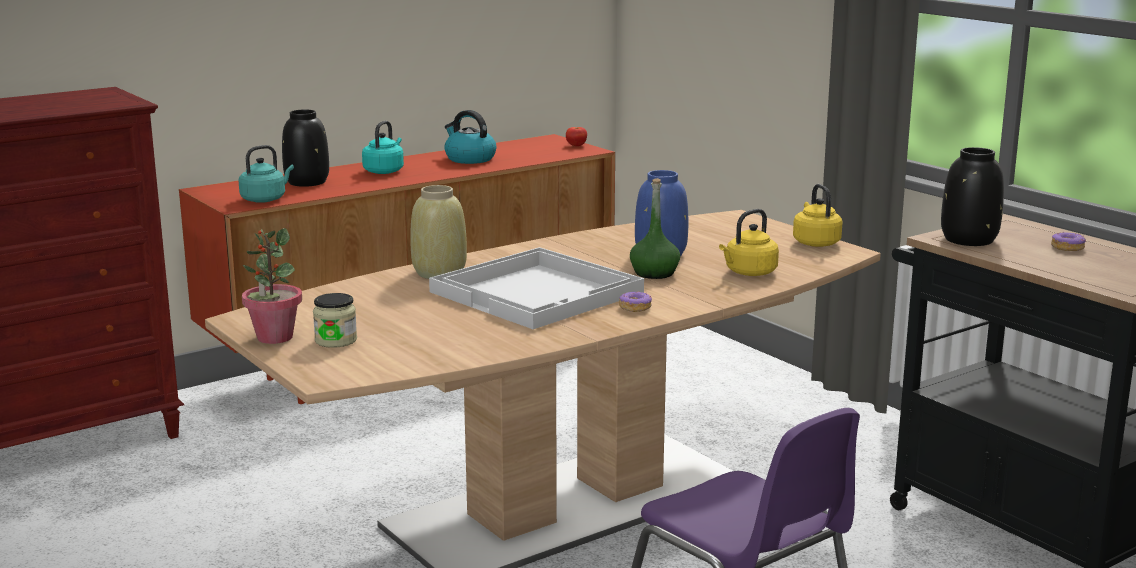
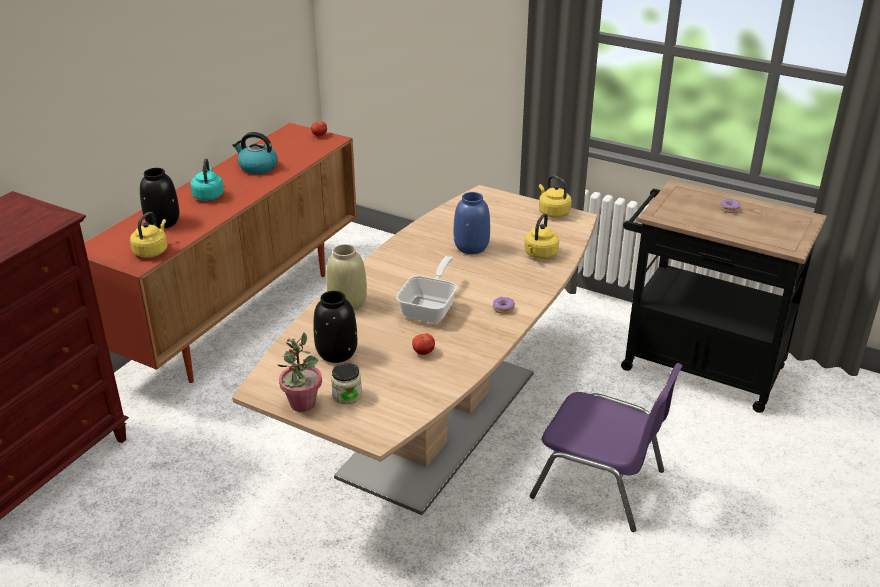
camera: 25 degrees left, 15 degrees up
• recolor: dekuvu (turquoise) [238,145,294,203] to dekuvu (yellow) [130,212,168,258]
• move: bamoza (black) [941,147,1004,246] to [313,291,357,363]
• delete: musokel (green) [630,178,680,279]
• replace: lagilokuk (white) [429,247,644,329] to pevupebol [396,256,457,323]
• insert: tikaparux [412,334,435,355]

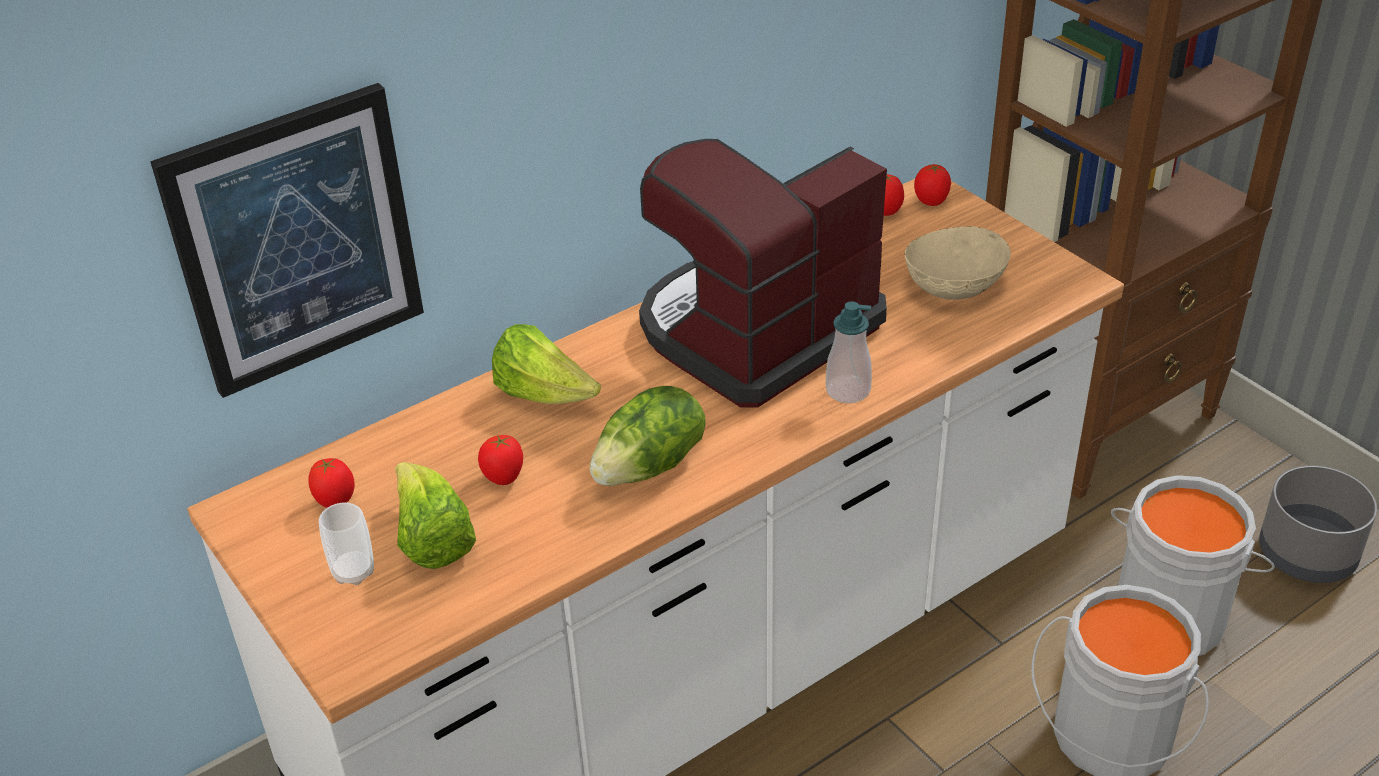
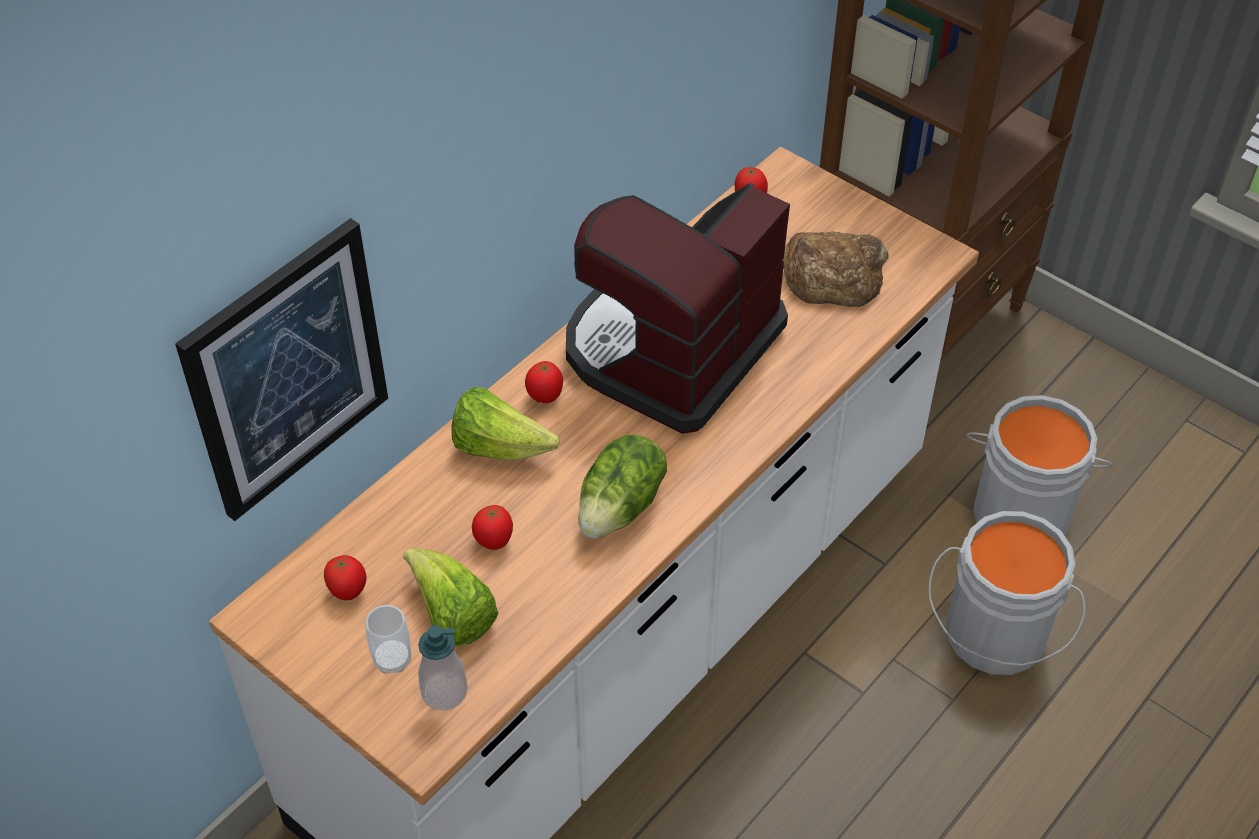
camera: 15 degrees left, 10 degrees up
• move: tikaparux [914,164,951,206] to [525,361,563,403]
• replace: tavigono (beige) [904,226,1011,300] to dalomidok [783,232,889,307]
• move: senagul [826,301,872,403] to [418,625,468,710]
• delete: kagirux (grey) [1259,465,1377,583]

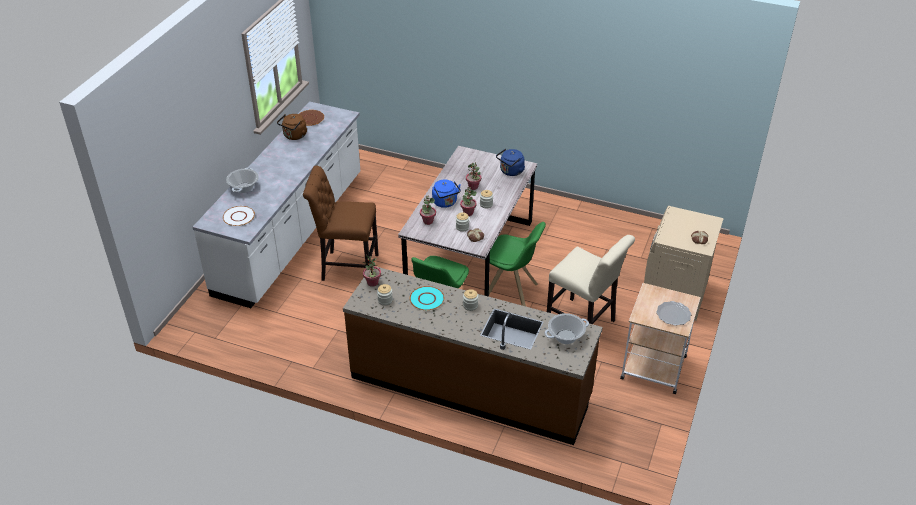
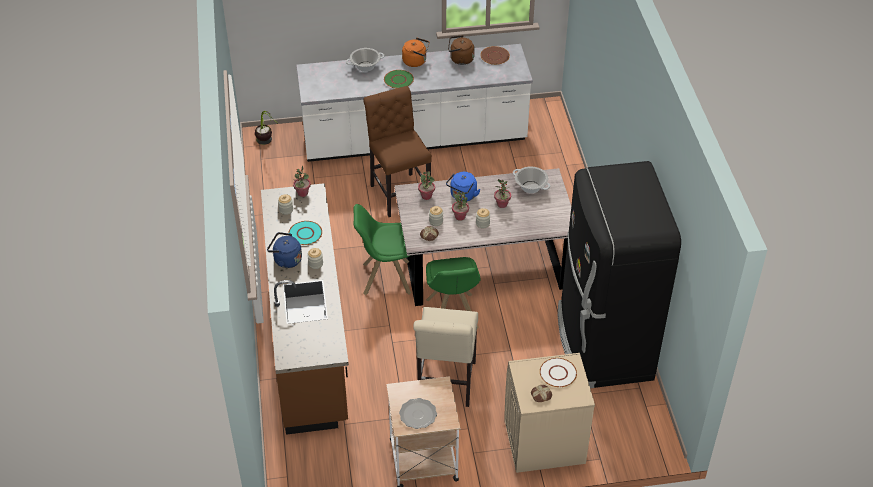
camera: 60 degrees right, 5 degrees up
• move: dekuvu (blue) [496,149,525,176] to [267,232,302,268]
• move: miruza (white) [223,206,255,226] to [540,358,577,387]
• move: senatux [544,313,589,344] to [513,167,550,193]
• insert: dekuvu (orange) [402,38,430,67]
• insert: miruza (green) [384,70,414,89]
• insert: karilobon [255,111,279,145]
• insert: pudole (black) [558,161,681,388]

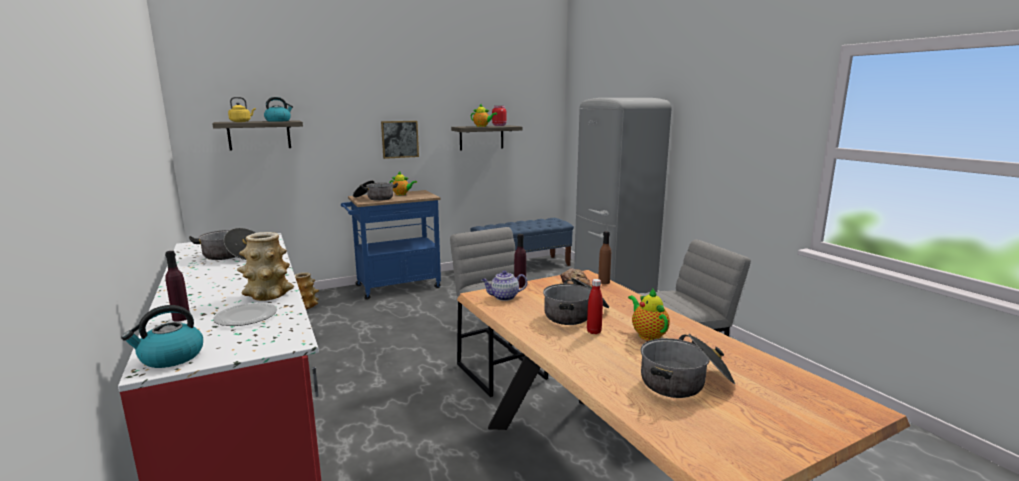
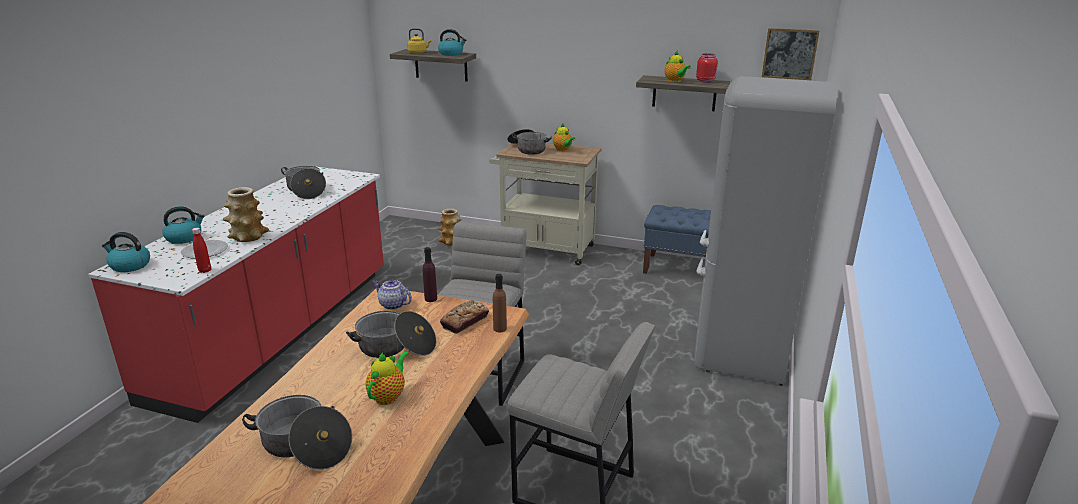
camera: 45 degrees right, 10 degrees up
• move: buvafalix [381,121,419,159] to [762,28,819,80]
• recolor: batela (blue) [341,190,441,300] to batela (beige) [489,143,601,265]
• replace: musokel (purple) [165,251,190,322] to dekuvu [163,206,204,244]
• move: musokel (red) [587,279,603,334] to [192,228,211,273]

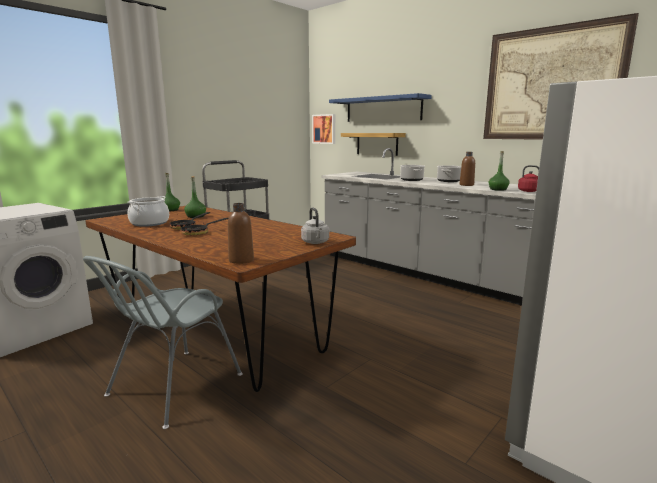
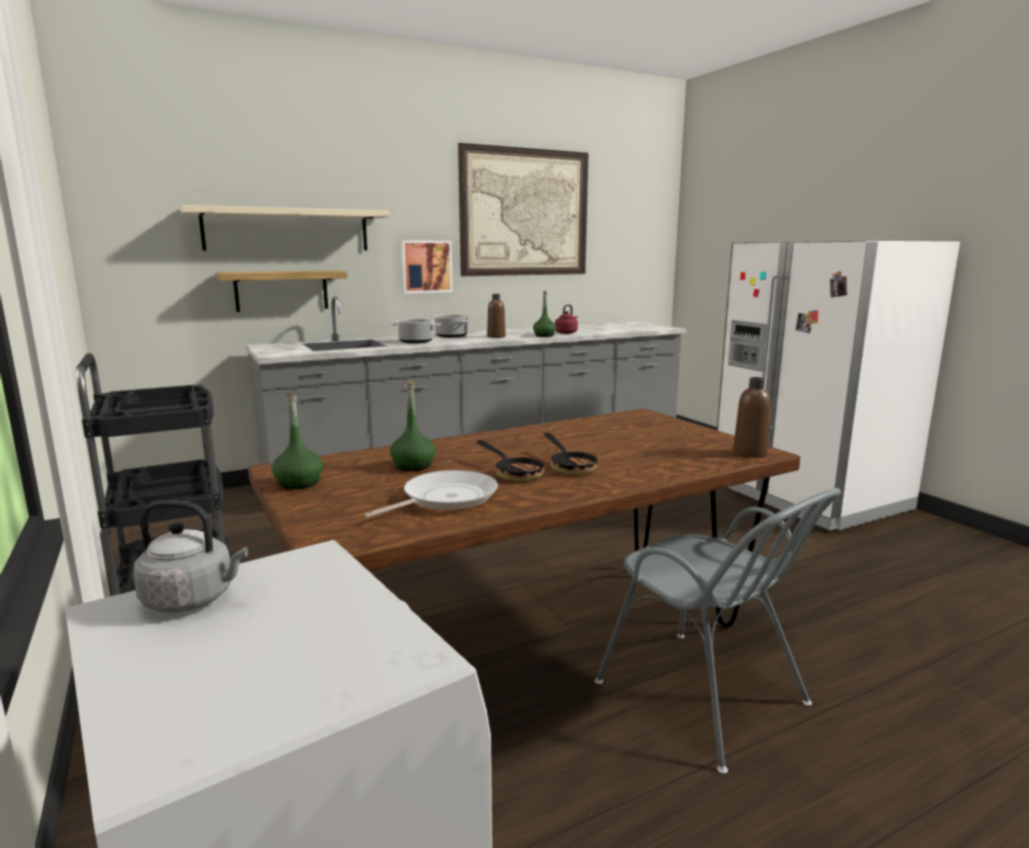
camera: 70 degrees left, 0 degrees up
• recolor: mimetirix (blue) [329,93,432,122] to mimetirix (beige) [181,205,390,250]
• move: buvafalix [312,114,335,144] to [400,240,453,294]
• replace: senatux [127,196,169,227] to pevupebol [364,470,498,518]
• move: dekuvu (grey) [301,207,329,244] to [133,500,248,613]

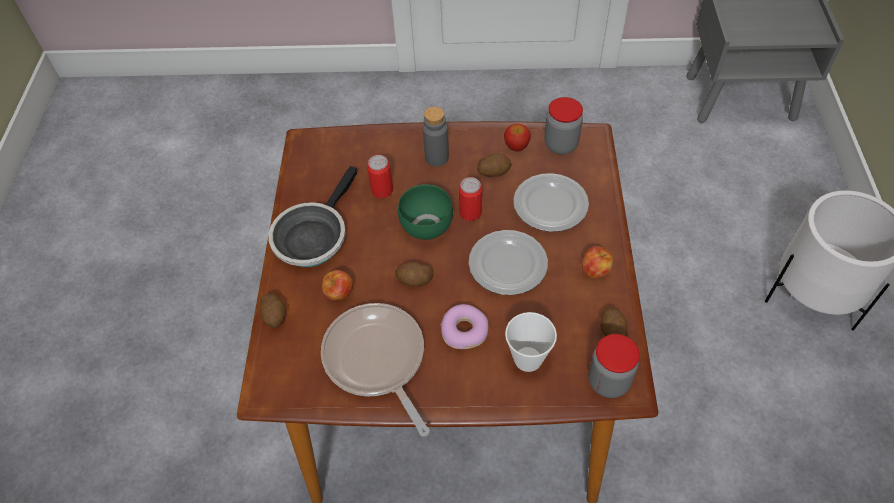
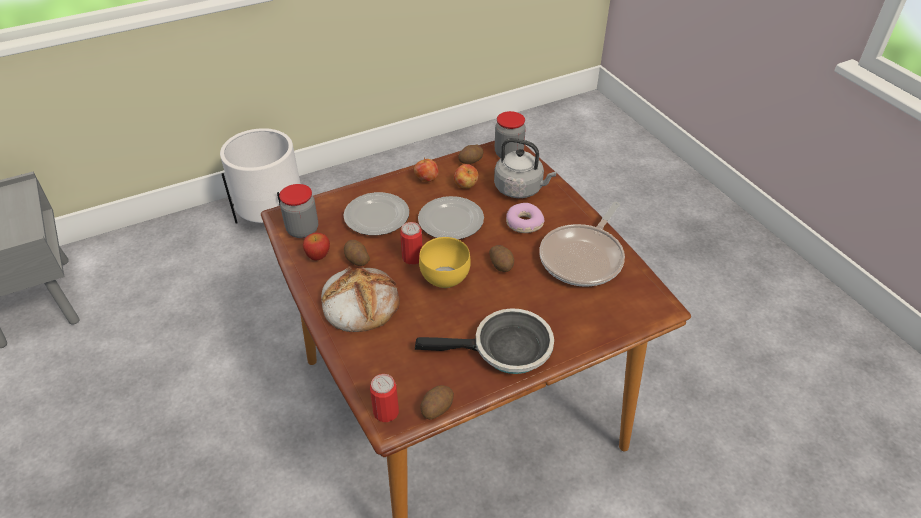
camera: 120 degrees left, 10 degrees down
• replace: musokel (grey) [423,107,449,167] to dalomidok [321,266,400,332]
• move: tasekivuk [367,155,393,198] to [370,374,399,422]
• recolor: tavigono (green) [398,184,453,240] to tavigono (yellow) [419,237,471,288]
• move: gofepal [322,270,353,300] to [454,164,479,189]
• move: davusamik [260,293,286,328] to [420,385,454,419]
• replace: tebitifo [505,312,557,372] to dekuvu (grey) [494,138,557,198]

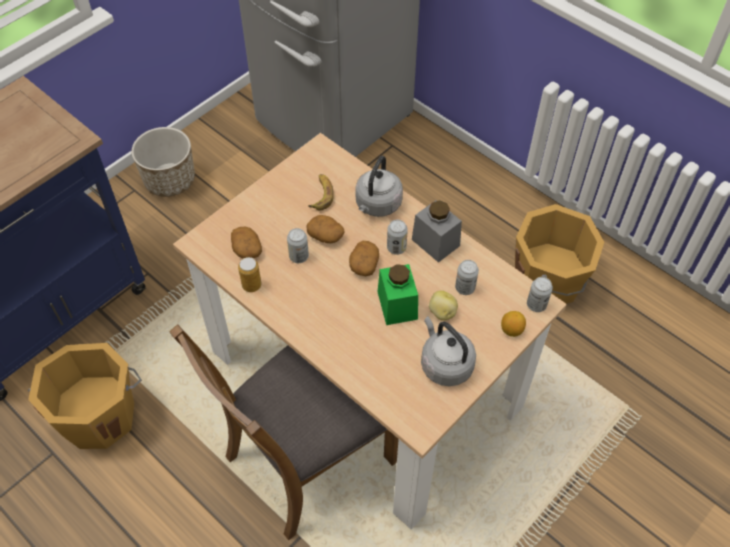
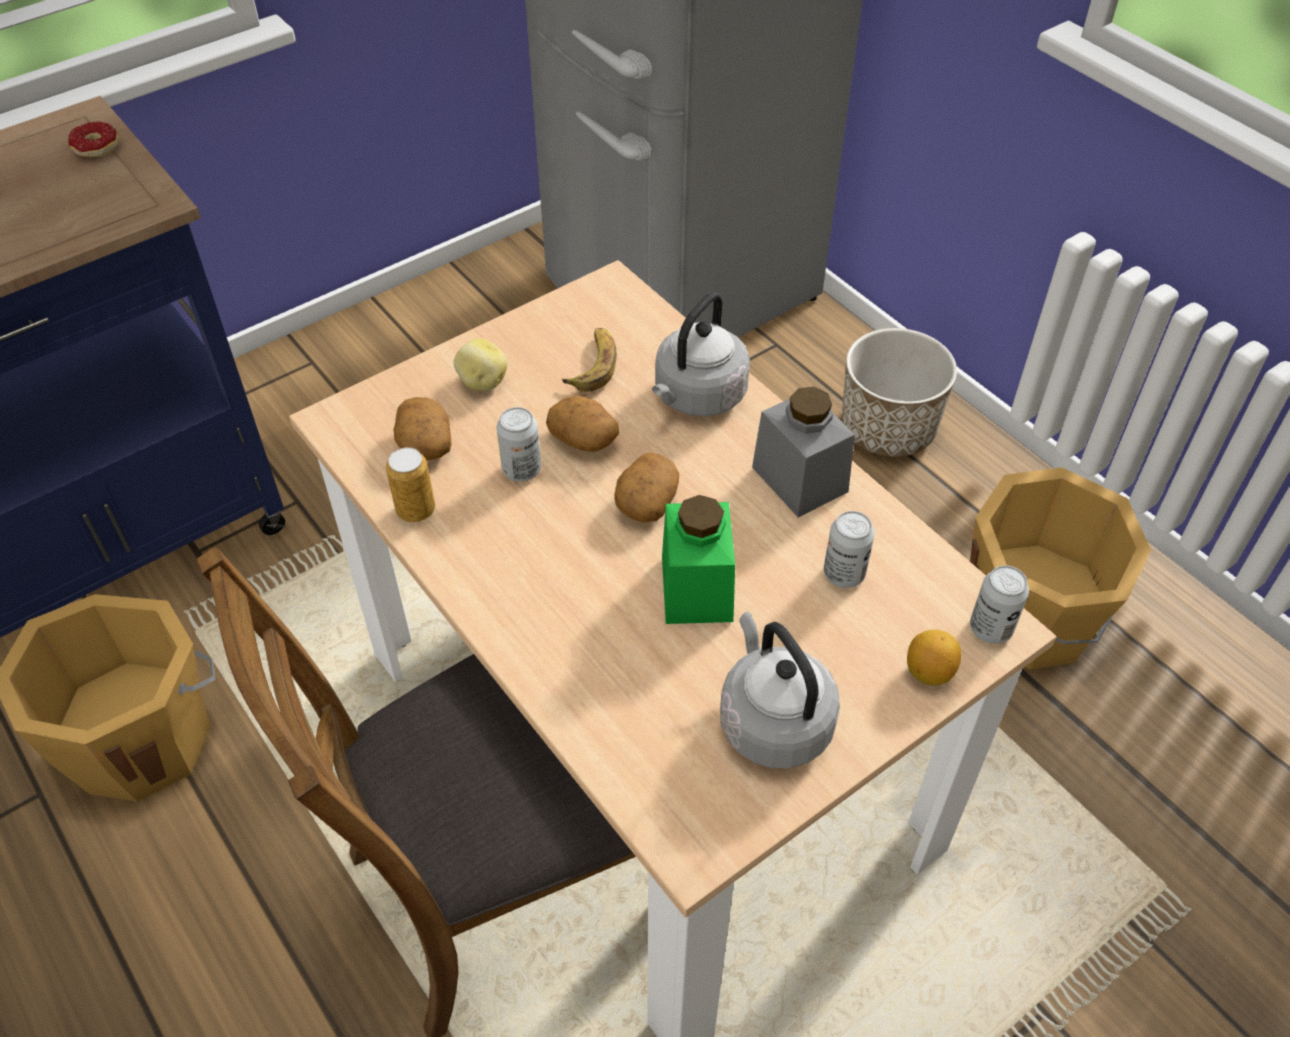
camera: 10 degrees right, 5 degrees down
• move: kagirux [131,127,195,197] to [842,328,957,457]
• delete: tasekivuk [387,219,408,255]
• move: davusamik [429,290,458,321] to [454,338,507,391]
• insert: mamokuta [68,121,119,157]

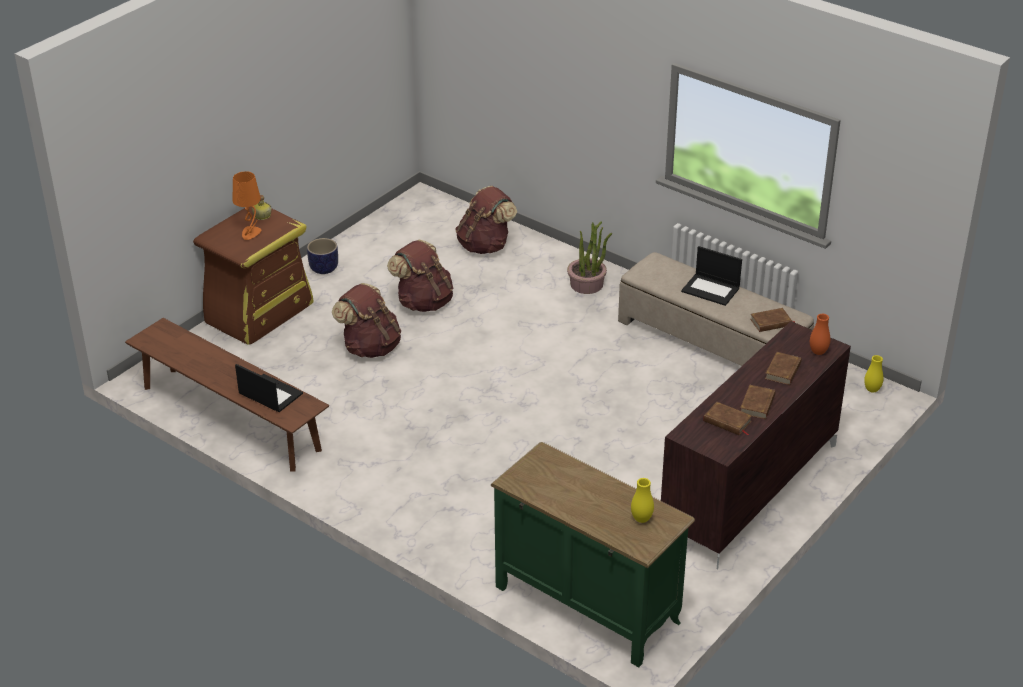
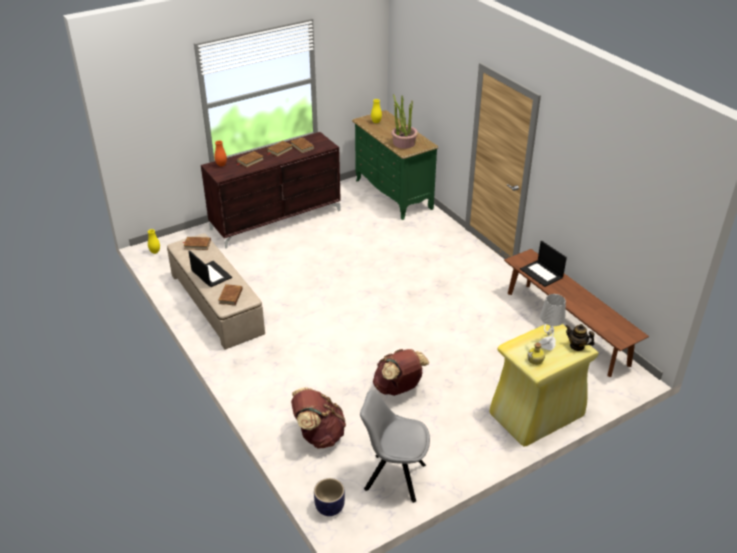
camera: 160 degrees left, 0 degrees up
• recolor: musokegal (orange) [232,171,261,240] to musokegal (grey) [539,294,566,350]
• recolor: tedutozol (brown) [193,207,314,345] to tedutozol (yellow) [489,324,599,447]
• move: karilobon [567,221,612,294] to [391,94,418,149]
• move: kagirux [307,238,338,274] to [314,478,345,516]
• delete: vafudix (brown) [332,283,401,358]
• insert: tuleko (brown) [218,284,243,305]
• insert: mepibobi [566,324,595,351]
• insert: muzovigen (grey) [360,390,430,503]

